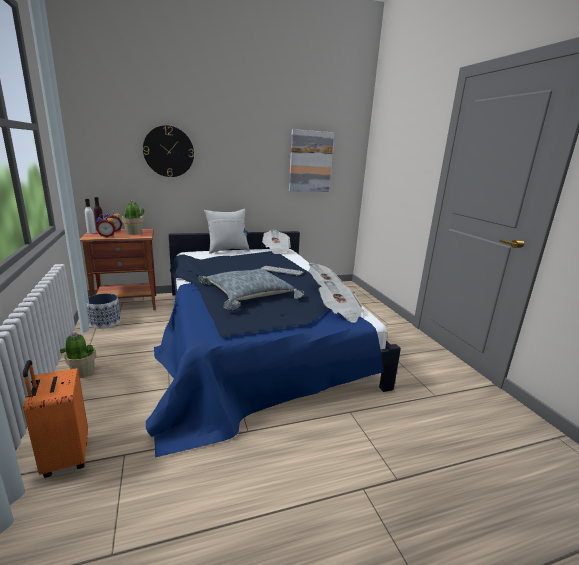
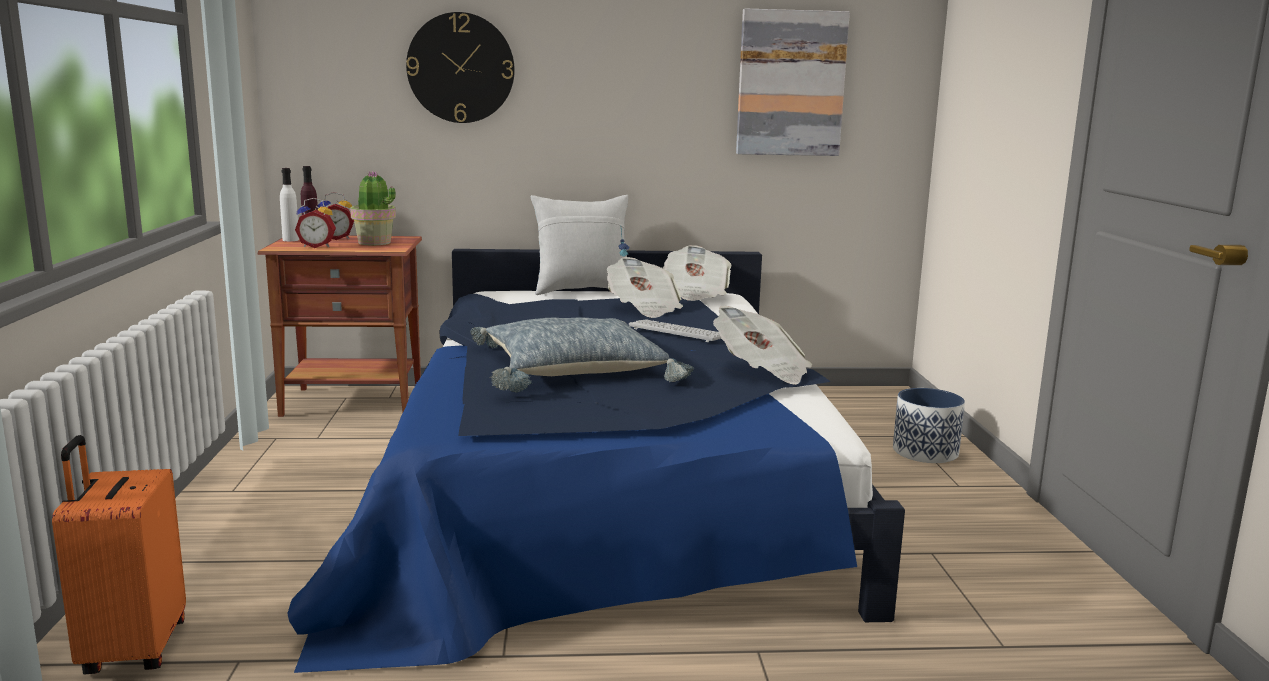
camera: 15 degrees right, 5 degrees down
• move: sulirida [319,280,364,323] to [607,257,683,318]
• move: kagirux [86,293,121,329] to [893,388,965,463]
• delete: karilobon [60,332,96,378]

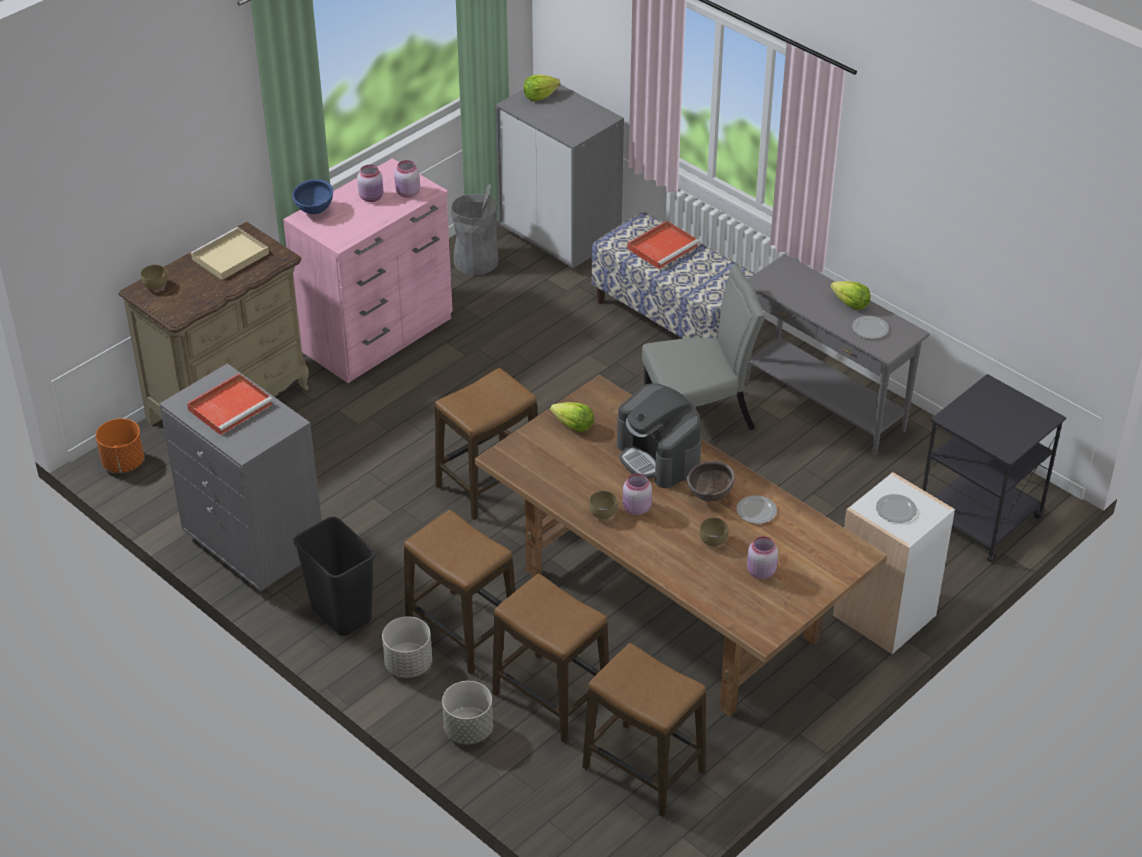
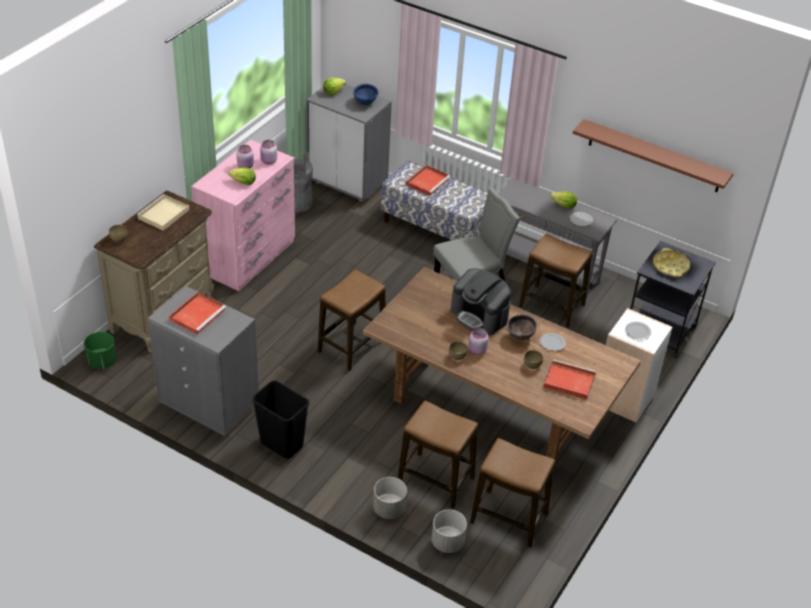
camera: 15 degrees left, 0 degrees up
• move: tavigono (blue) [292,179,333,214] to [353,84,379,105]
• move: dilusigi [550,402,594,432] to [228,167,256,185]
• recolor: kagirux (orange) [96,418,145,473] to kagirux (green) [84,332,117,369]
• move: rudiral [404,510,517,675] to [519,233,592,327]
• replace: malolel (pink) [747,536,778,579] to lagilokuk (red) [543,359,596,400]
• move: kagirux (grey) [382,617,432,678] to [432,510,467,553]
• insert: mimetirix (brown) [573,119,733,192]
• insert: lagilokuk (yellow) [653,248,690,277]

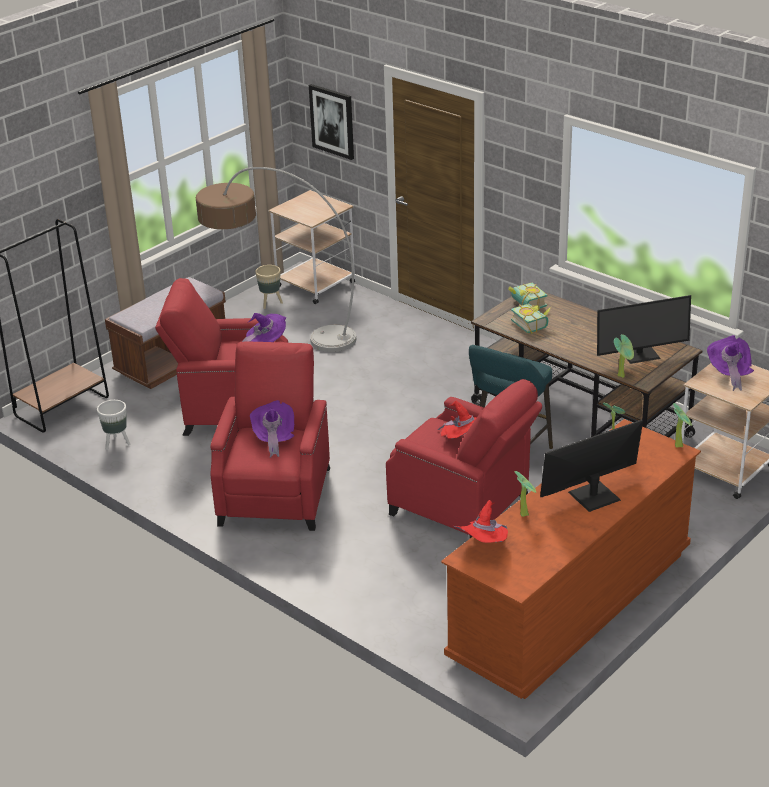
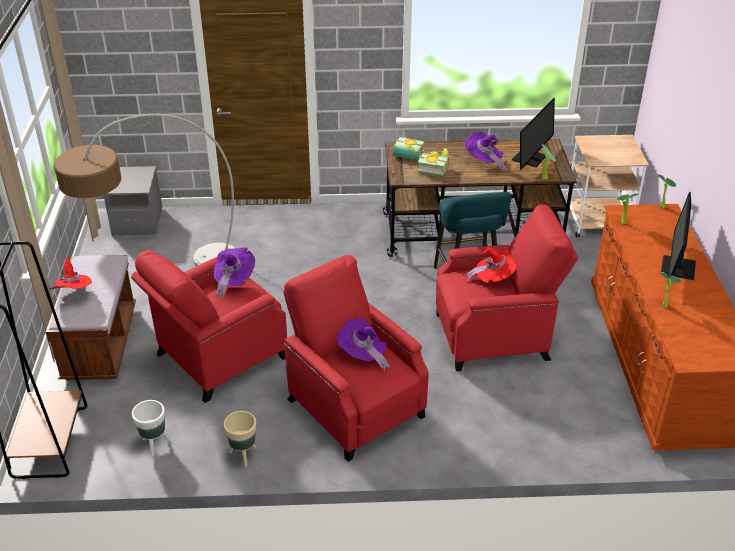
camera: 45 degrees left, 5 degrees up
• delete: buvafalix [309,84,354,160]
• replace: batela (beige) [268,190,355,304] to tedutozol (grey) [103,166,162,236]
• move: kagirux (beige) [255,265,283,309] to [224,411,256,467]
• move: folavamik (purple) [707,335,754,391] to [465,131,507,172]
• move: folavamik (red) [454,500,508,543] to [49,258,92,290]

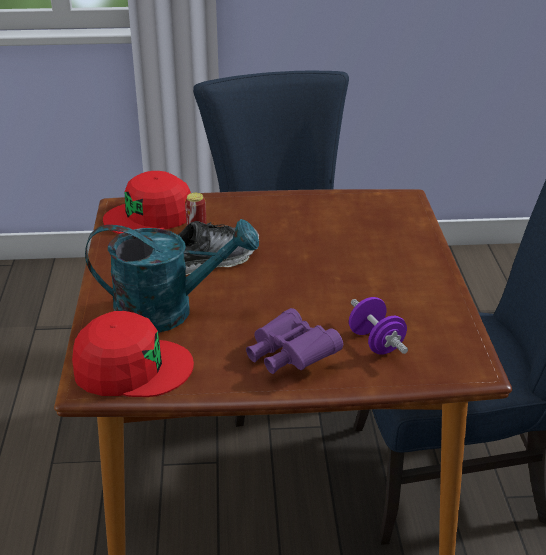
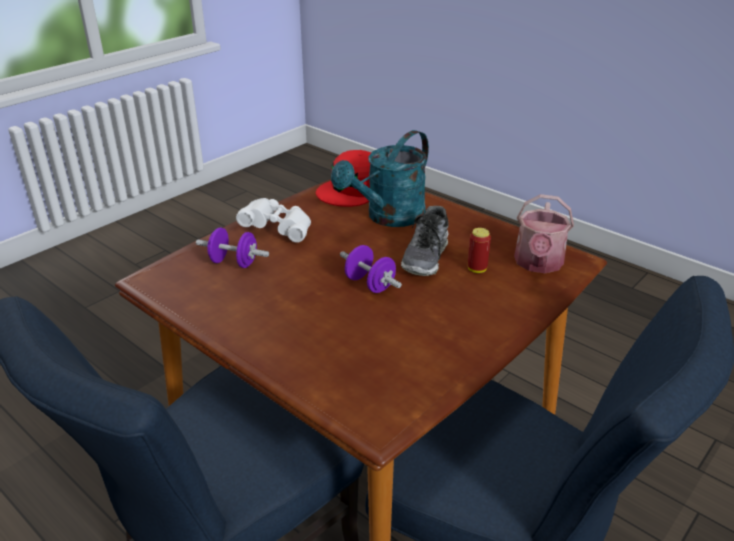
camera: 135 degrees right, 0 degrees up
• replace: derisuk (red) [103,171,191,234] to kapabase [514,194,574,273]
• recolor: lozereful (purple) [246,308,343,374] to lozereful (white) [236,198,311,243]
• insert: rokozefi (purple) [340,245,402,293]

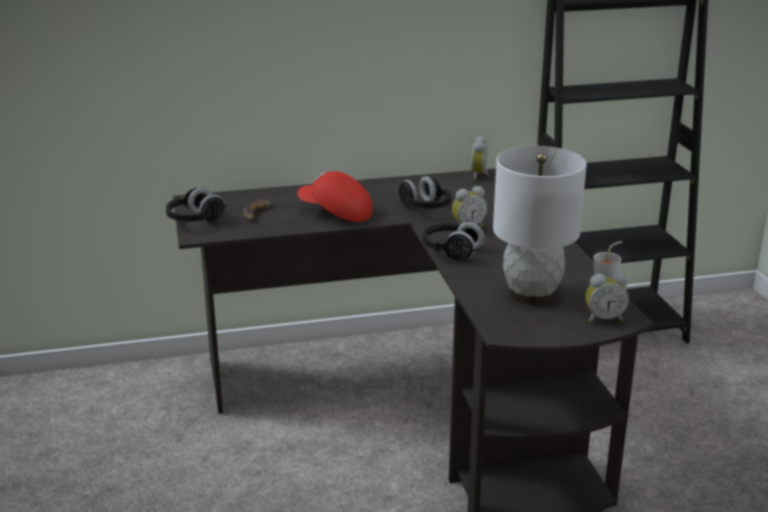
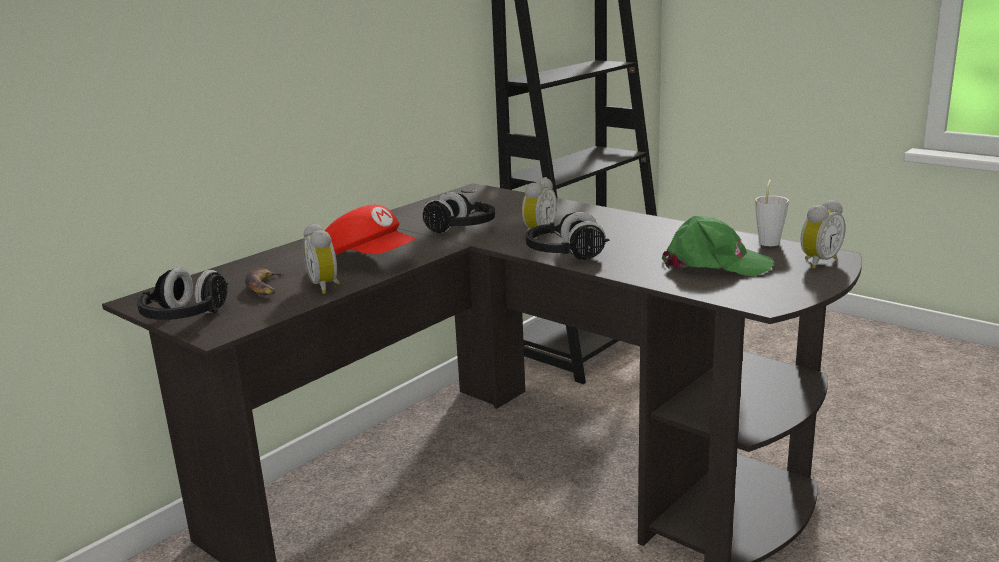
camera: 35 degrees left, 5 degrees down
• move: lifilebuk [471,136,489,180] to [303,223,340,294]
• replace: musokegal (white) [493,146,587,304] to derisuk (green) [662,216,774,277]
• rotate: derisuk (red) [297,171,373,222] = [324,205,415,255] 135 degrees counterclockwise

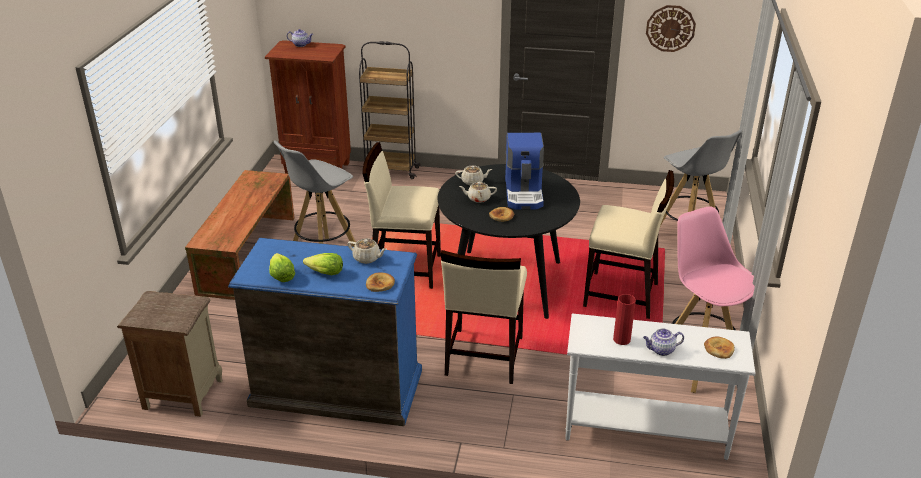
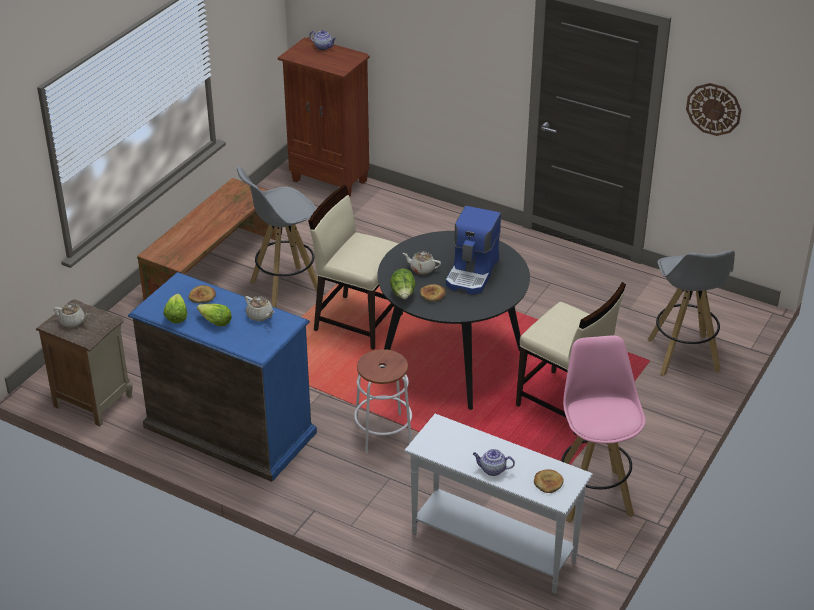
camera: 20 degrees right, 5 degrees up
• delete: batela (brown) [359,41,422,179]
• move: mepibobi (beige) [455,165,492,185] to [53,304,90,328]
• replace: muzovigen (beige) [441,250,527,384] to rudiral (white) [354,349,412,454]
• move: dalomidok [366,272,395,292] to [188,285,216,303]
• delete: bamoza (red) [613,294,636,345]
• insert: dilusigi [390,269,416,299]

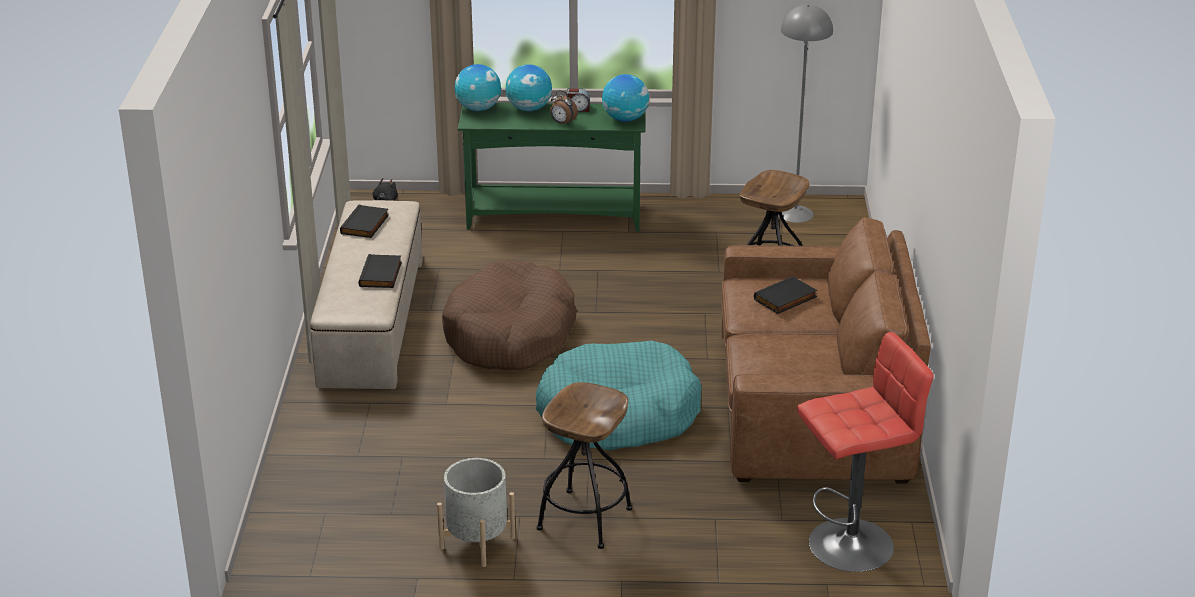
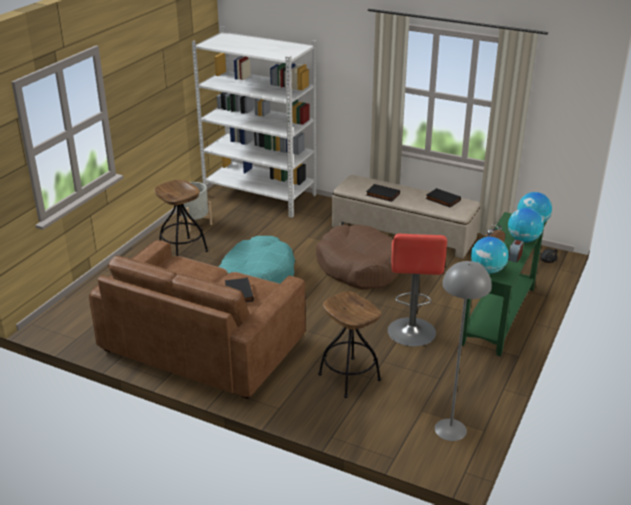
camera: 115 degrees right, 0 degrees up
• move: rudiral (red) [797,332,934,572] to [388,234,447,346]
• insert: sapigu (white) [192,27,316,217]

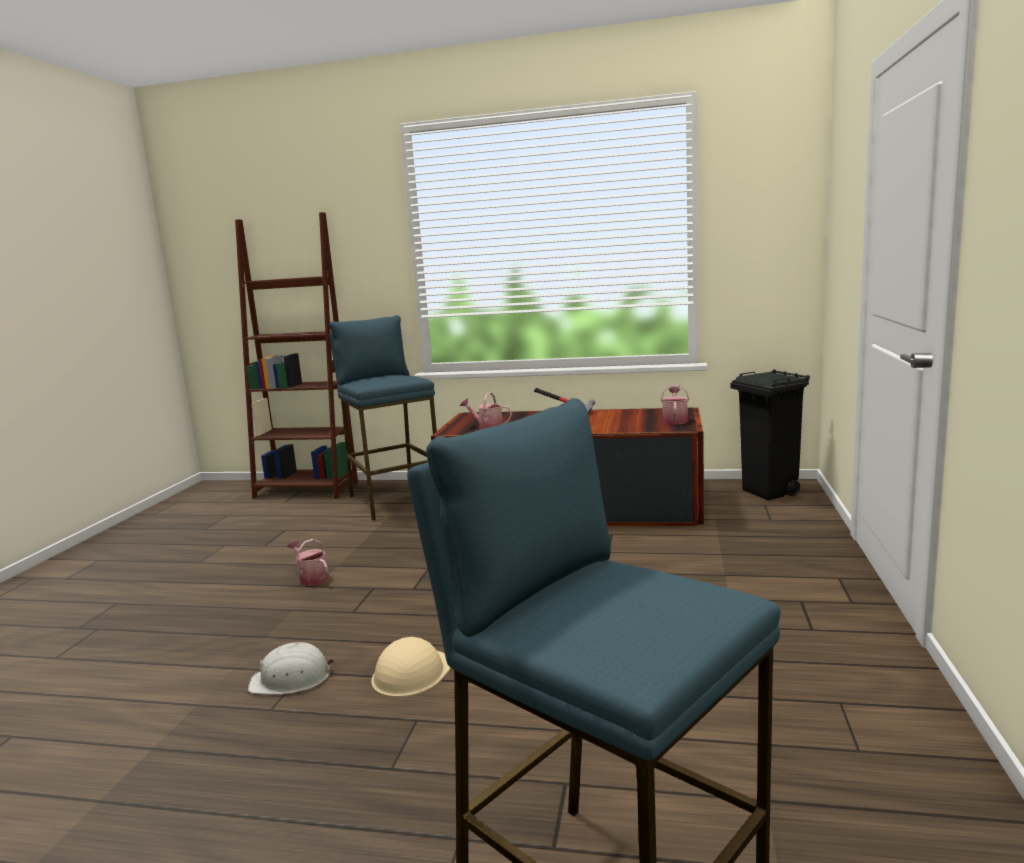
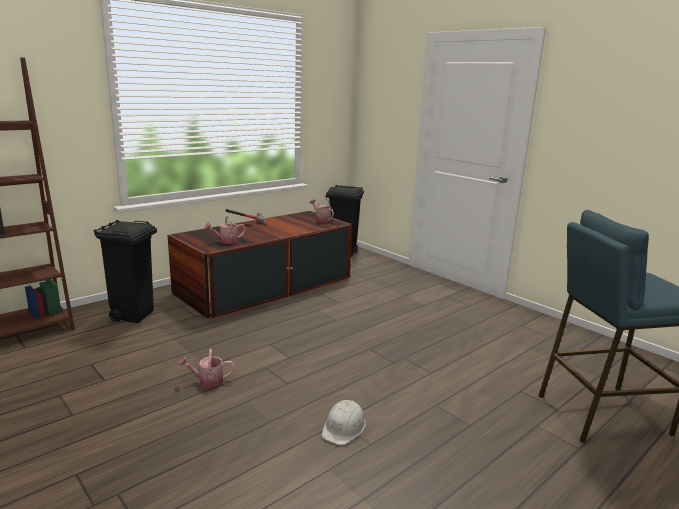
camera: 55 degrees left, 5 degrees up
• replace: rudiral (blue) [329,315,437,520] to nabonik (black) [93,220,157,323]
• delete: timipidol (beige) [371,637,451,697]

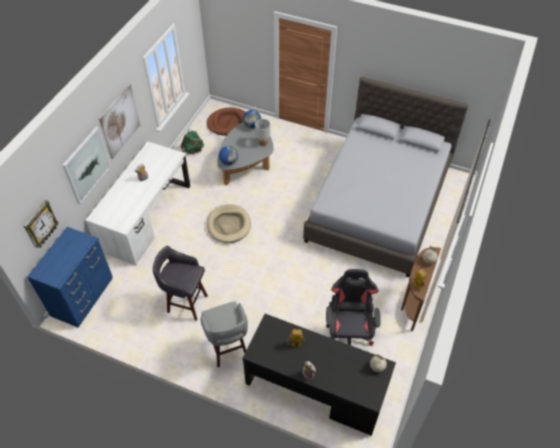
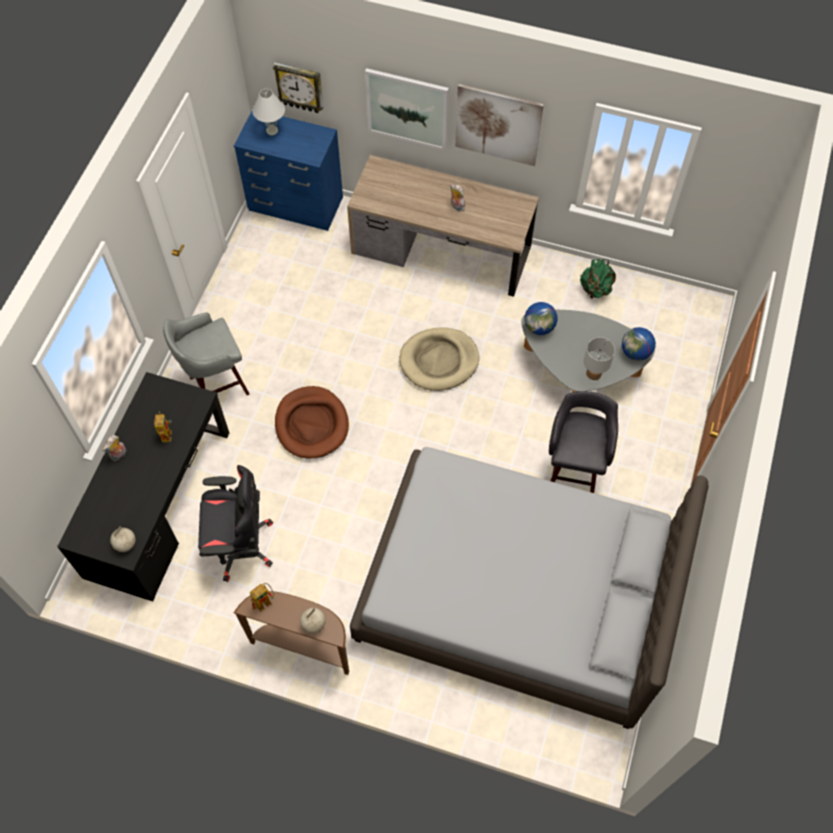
camera: 85 degrees right, 10 degrees up
• move: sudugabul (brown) [207,108,246,136] to [275,386,349,458]
• recolor: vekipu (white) [86,141,190,265] to vekipu (brown) [347,155,539,297]
• move: rudiral (grey) [153,246,208,321] to [549,391,618,493]
• insert: musokegal (white) [253,89,285,135]

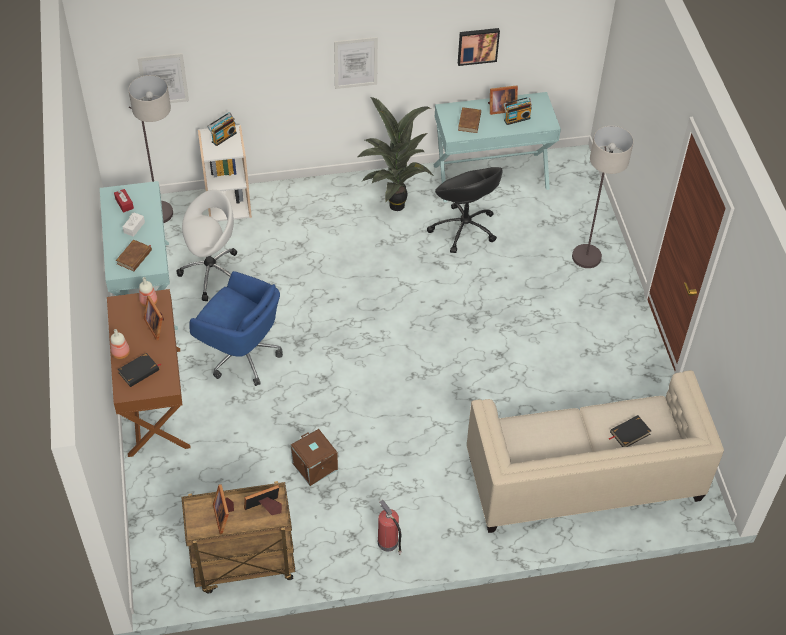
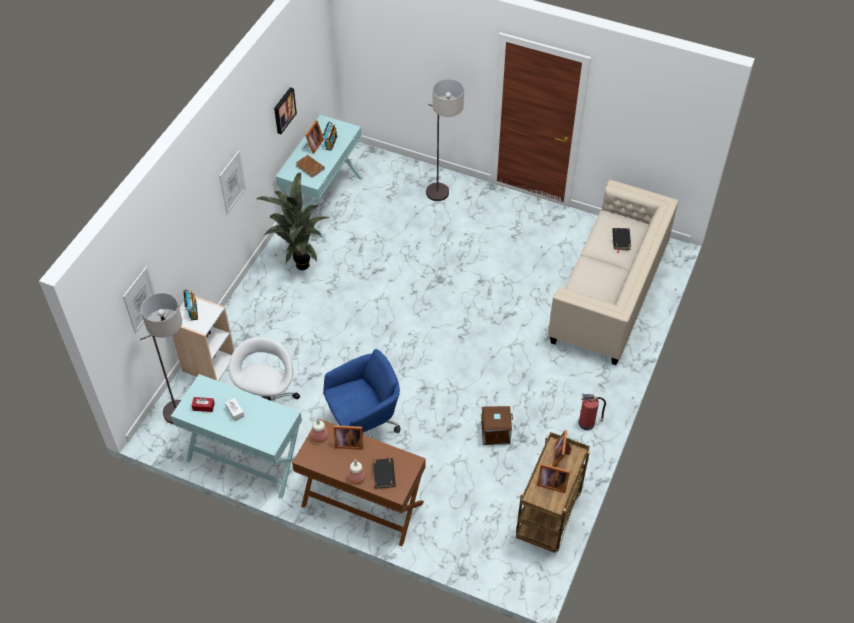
camera: 55 degrees left, 0 degrees up
• delete: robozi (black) [427,167,503,253]
• delete: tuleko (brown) [116,239,152,271]

